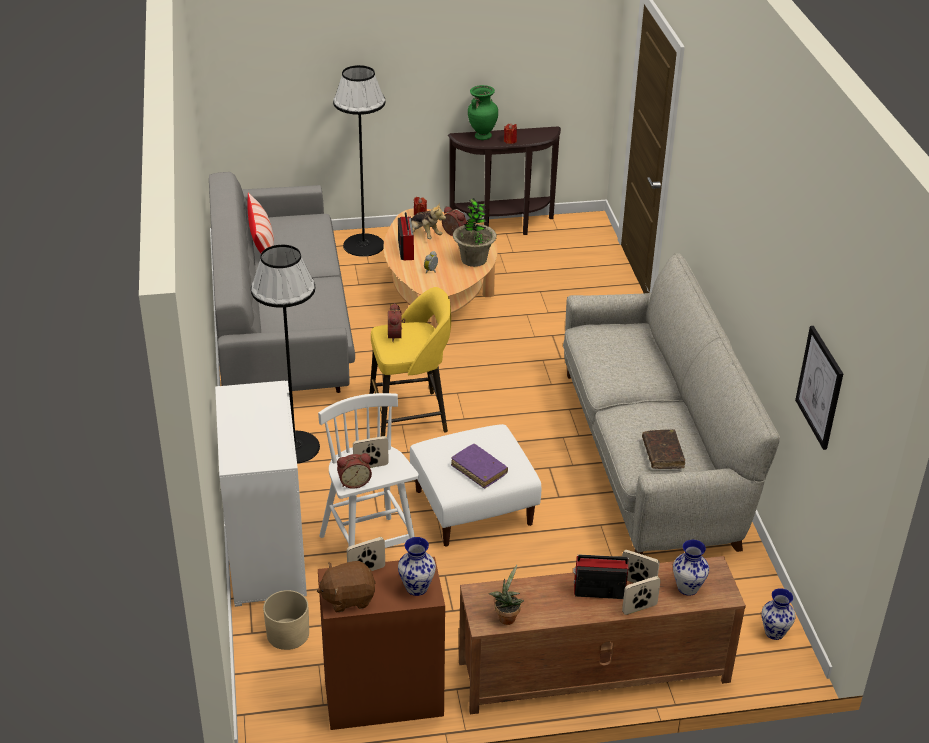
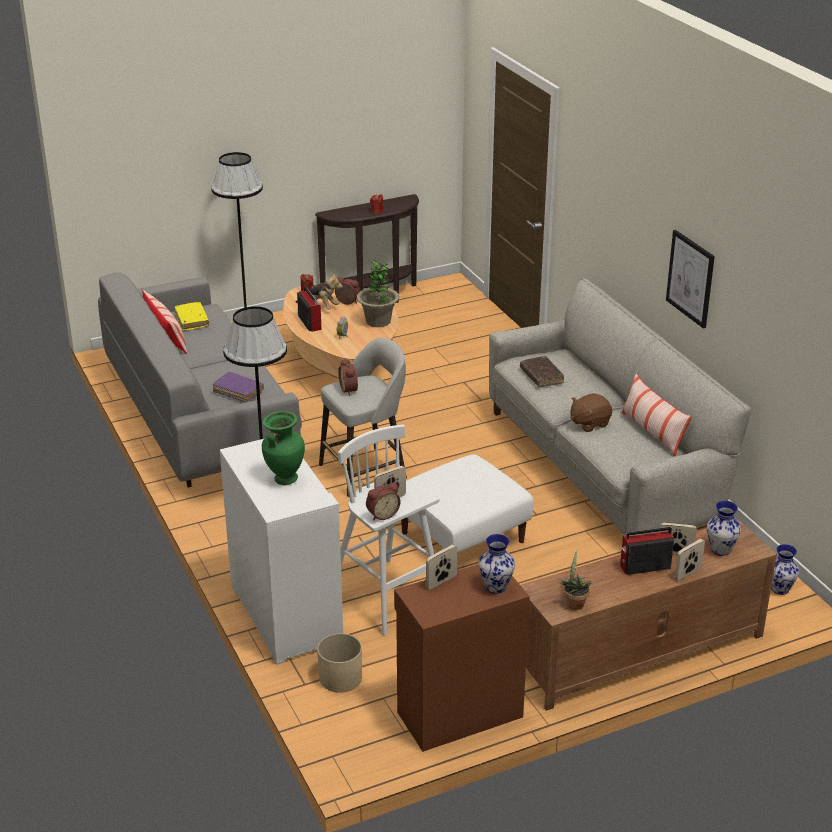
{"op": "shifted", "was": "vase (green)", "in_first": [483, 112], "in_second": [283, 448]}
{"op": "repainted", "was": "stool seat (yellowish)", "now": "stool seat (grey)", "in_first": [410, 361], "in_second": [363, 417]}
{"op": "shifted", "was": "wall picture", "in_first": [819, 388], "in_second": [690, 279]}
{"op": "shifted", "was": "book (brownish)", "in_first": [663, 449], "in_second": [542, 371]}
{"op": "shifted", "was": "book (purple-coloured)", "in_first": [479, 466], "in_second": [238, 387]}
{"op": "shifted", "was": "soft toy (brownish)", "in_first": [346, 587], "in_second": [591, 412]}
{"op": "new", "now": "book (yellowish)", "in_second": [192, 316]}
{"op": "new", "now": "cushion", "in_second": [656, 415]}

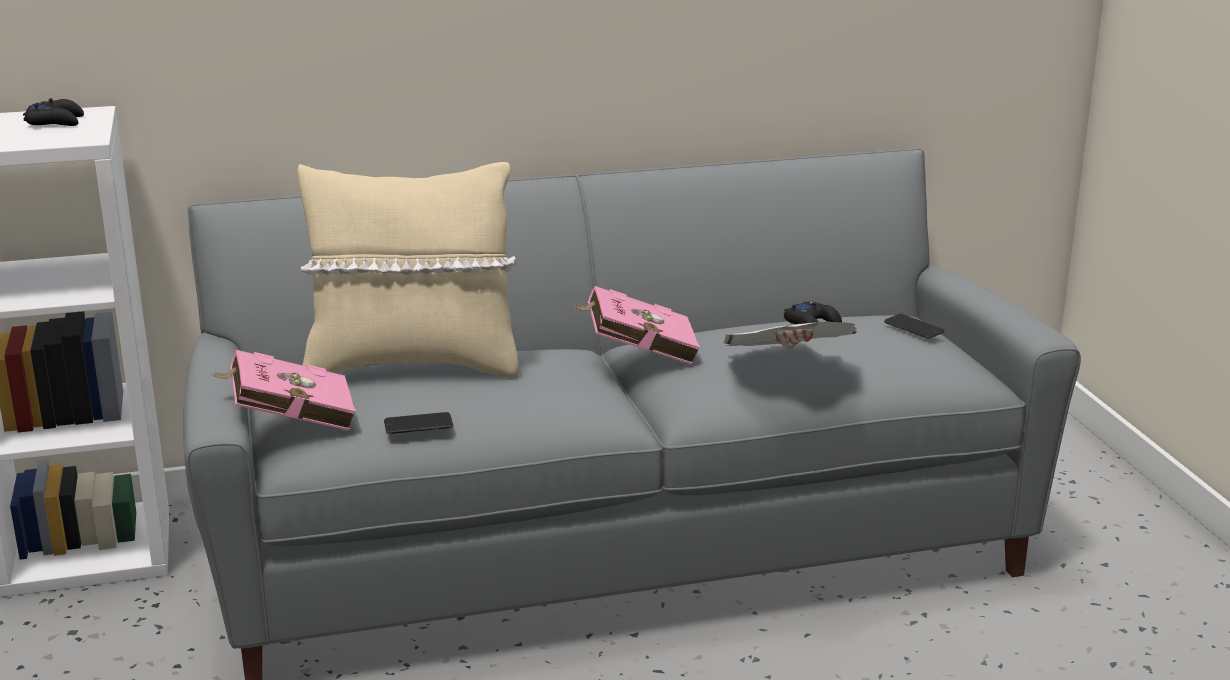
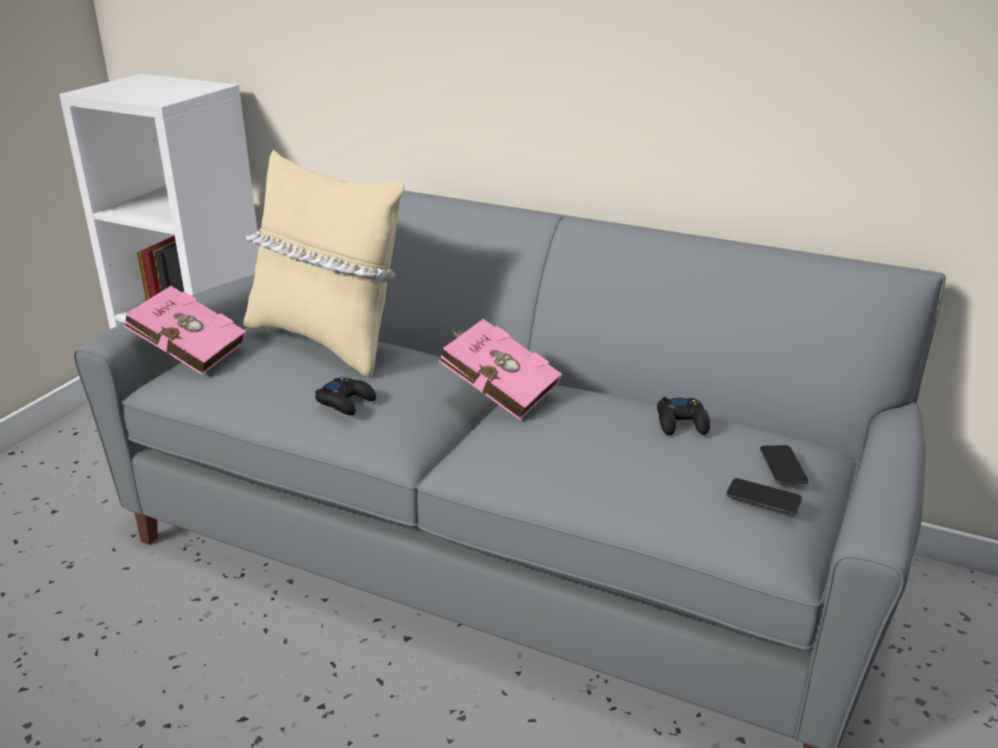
{"op": "shifted", "was": "game controller (black)", "in_first": [53, 112], "in_second": [345, 397]}
{"op": "gone", "was": "newspaper", "in_first": [790, 335]}
{"op": "shifted", "was": "phone", "in_first": [418, 423], "in_second": [764, 496]}

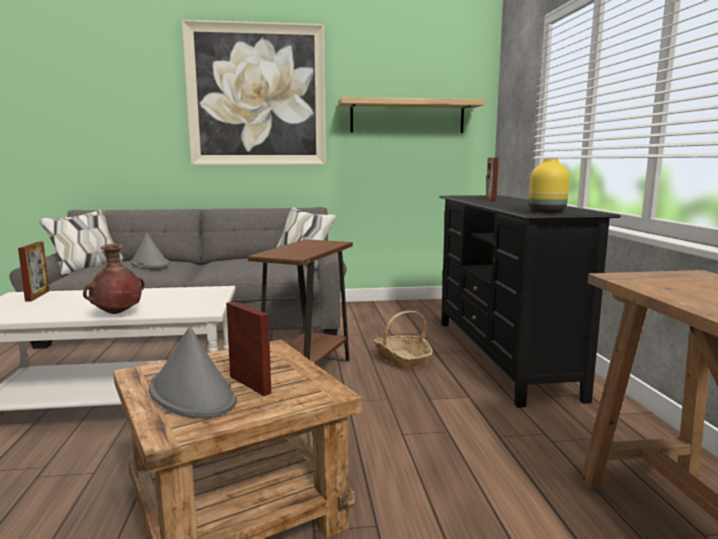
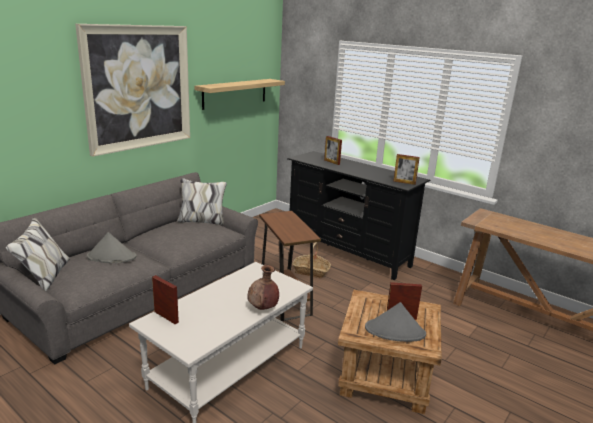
{"op": "swapped", "was": "vase (yellowish)", "now": "standing frame", "in_first": [549, 186], "in_second": [407, 169]}

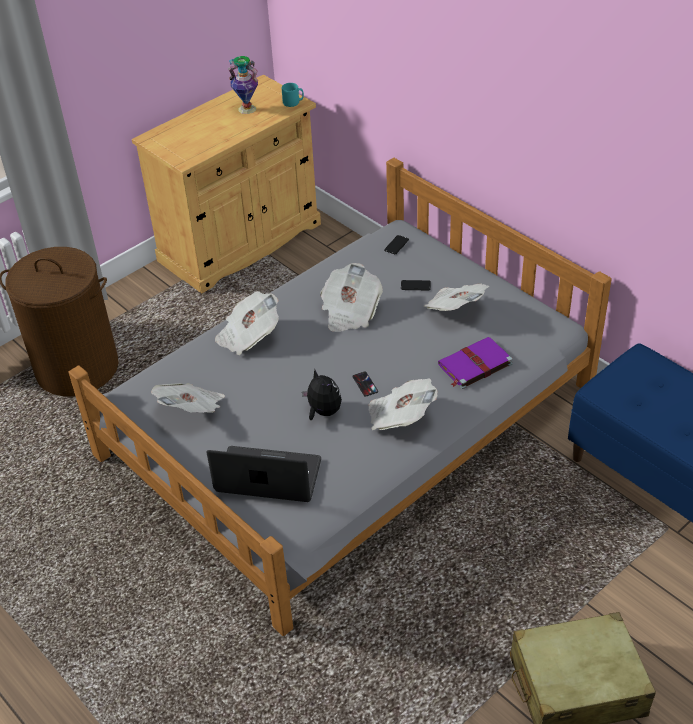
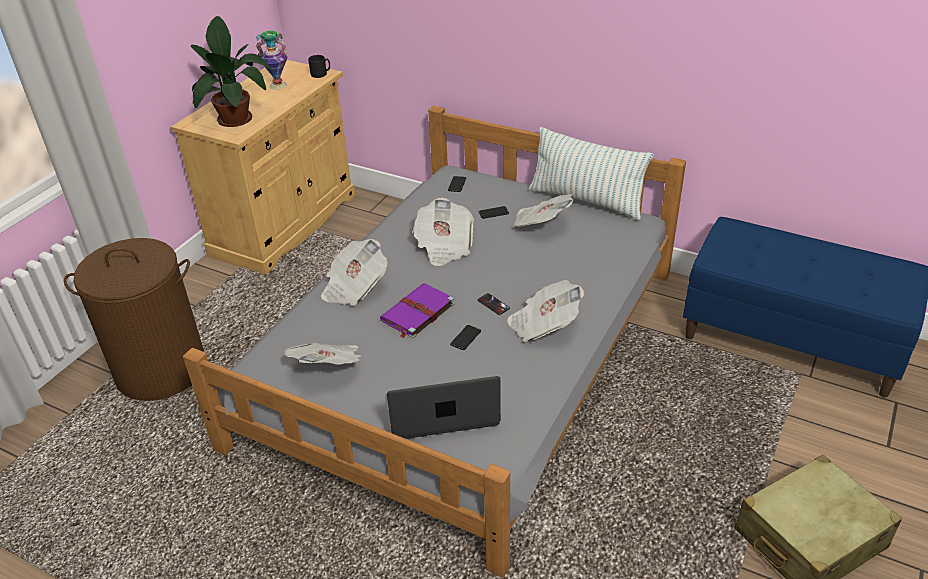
{"op": "repainted", "was": "mug (blue-green)", "now": "mug (black)", "in_first": [293, 95], "in_second": [319, 66]}
{"op": "shifted", "was": "book (purple-coloured)", "in_first": [475, 363], "in_second": [417, 310]}
{"op": "swapped", "was": "soft toy", "now": "phone", "in_first": [322, 395], "in_second": [465, 337]}
{"op": "new", "now": "potted plant", "in_second": [233, 71]}
{"op": "new", "now": "cushion", "in_second": [591, 173]}

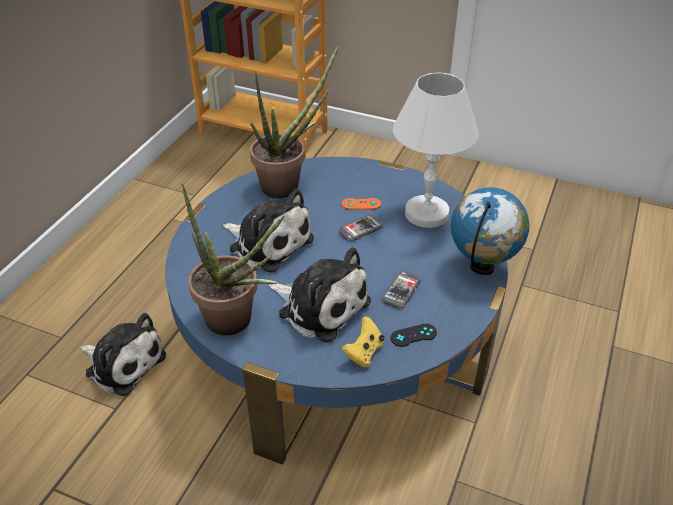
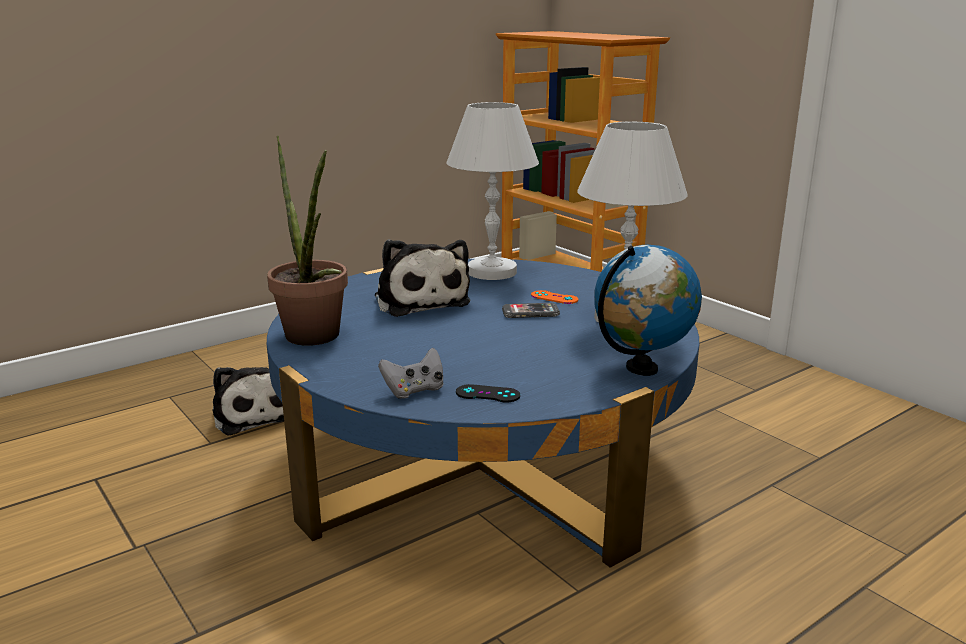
{"op": "swapped", "was": "potted plant", "now": "lamp for a table (white-coloured)", "in_first": [294, 122], "in_second": [492, 191]}
{"op": "gone", "was": "soft toy", "in_first": [320, 294]}
{"op": "gone", "was": "phone", "in_first": [401, 290]}
{"op": "repainted", "was": "game controller (yellowish)", "now": "game controller (grey)", "in_first": [363, 341], "in_second": [411, 373]}

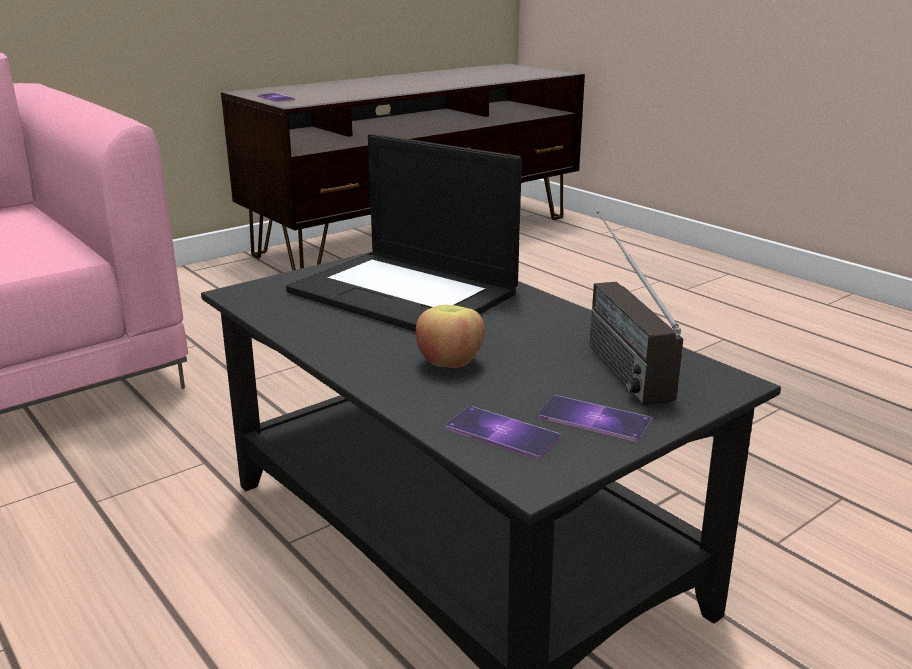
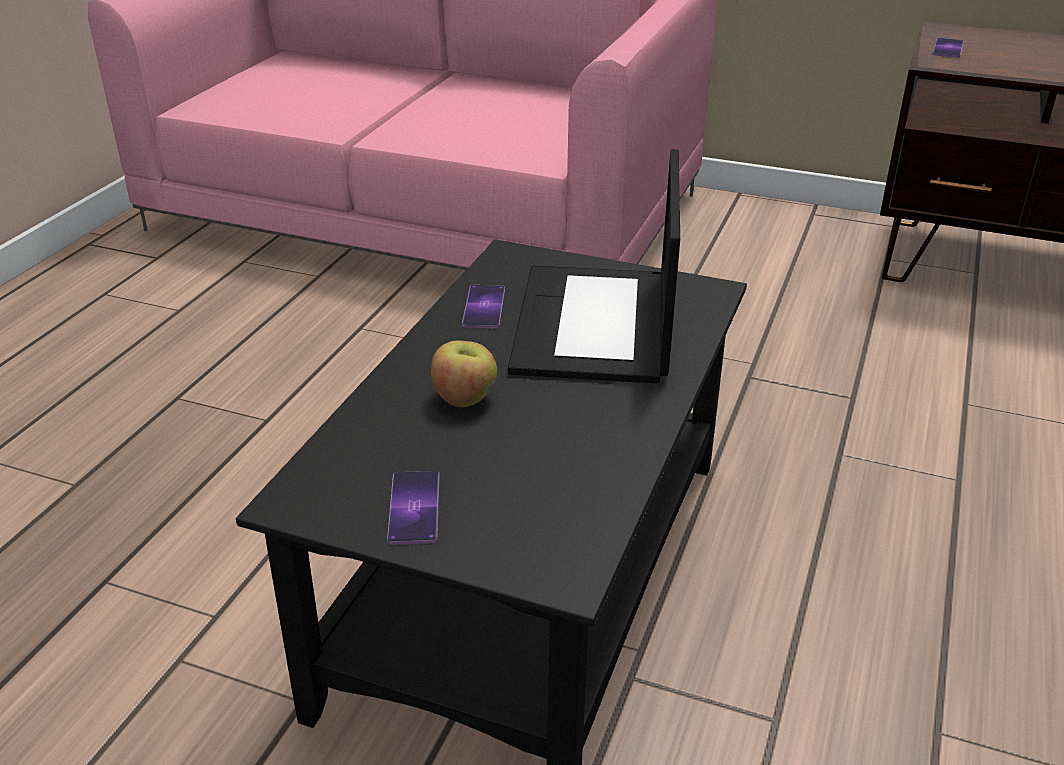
{"op": "gone", "was": "radio receiver", "in_first": [636, 307]}
{"op": "shifted", "was": "phone", "in_first": [503, 432], "in_second": [483, 306]}

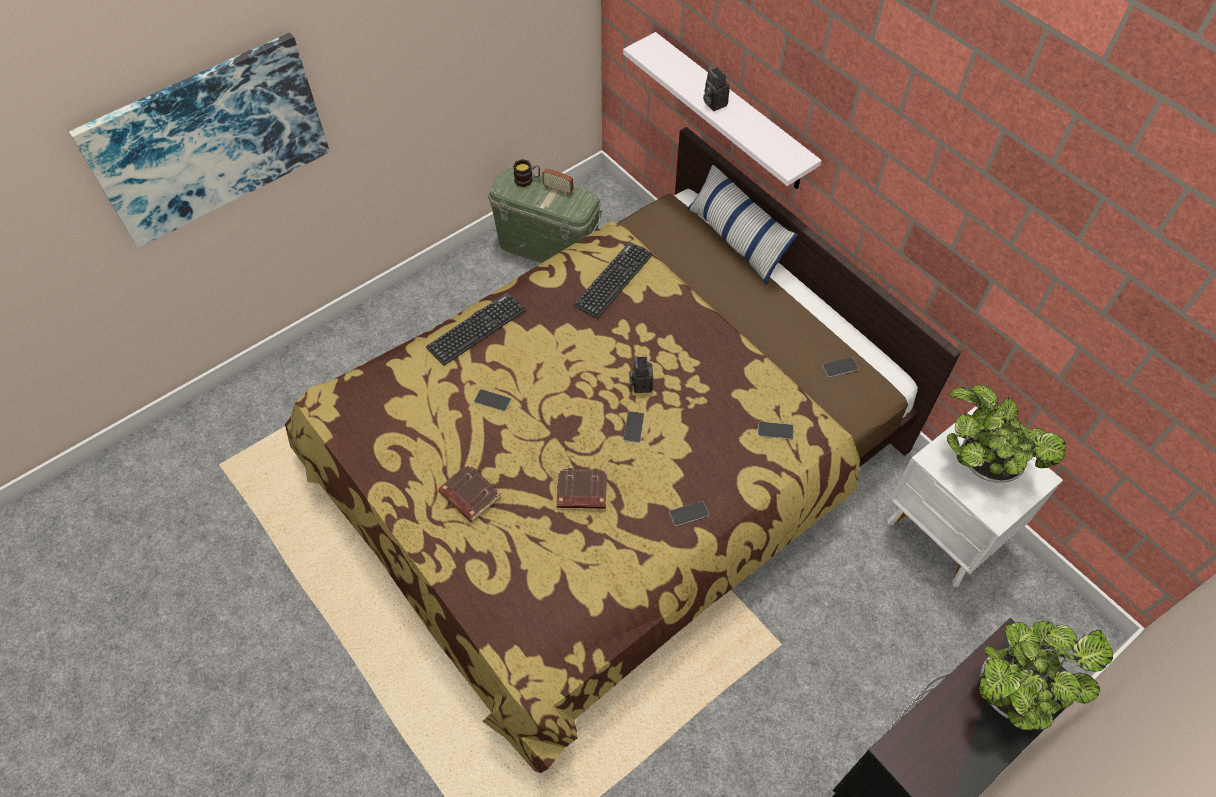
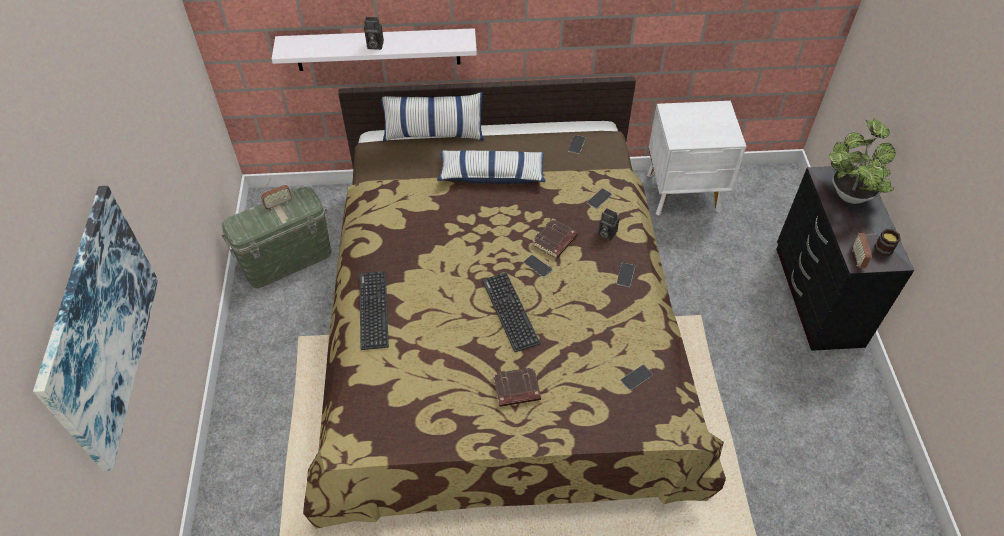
{"op": "shifted", "was": "mug", "in_first": [526, 173], "in_second": [887, 241]}
{"op": "shifted", "was": "PC keyboard", "in_first": [613, 280], "in_second": [511, 312]}
{"op": "shifted", "was": "photo camera", "in_first": [641, 374], "in_second": [608, 224]}
{"op": "gone", "was": "potted plant", "in_first": [1006, 434]}
{"op": "shifted", "was": "phone", "in_first": [492, 400], "in_second": [637, 377]}
{"op": "shifted", "was": "book (brownish)", "in_first": [582, 488], "in_second": [555, 238]}
{"op": "new", "now": "cushion", "in_second": [491, 167]}
{"op": "new", "now": "radio receiver", "in_second": [864, 250]}

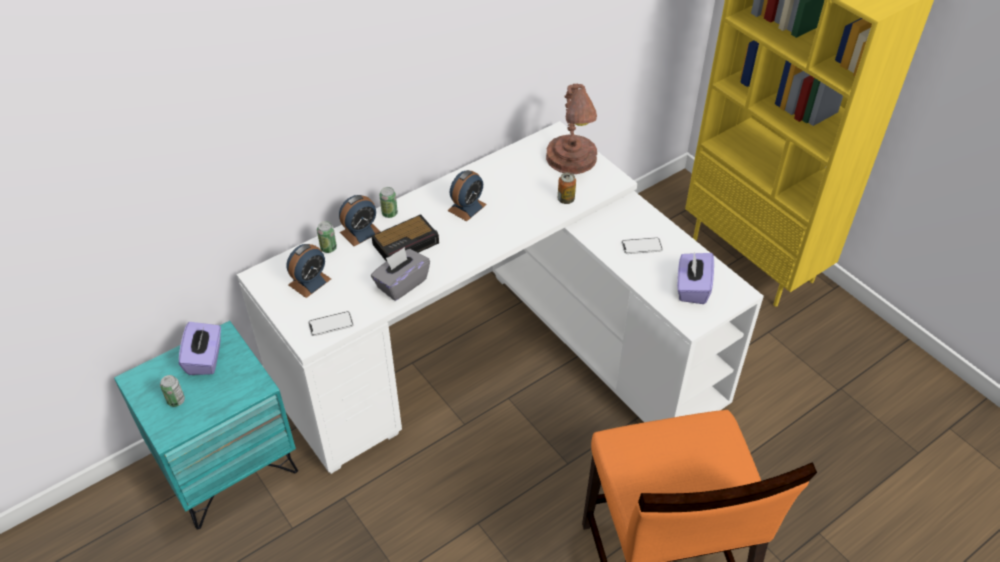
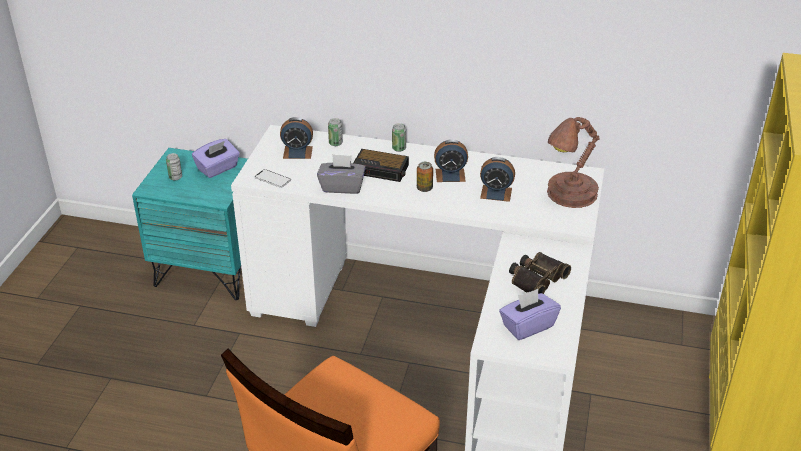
{"op": "shifted", "was": "can", "in_first": [567, 188], "in_second": [425, 177]}
{"op": "shifted", "was": "table clock", "in_first": [360, 220], "in_second": [497, 179]}
{"op": "swapped", "was": "phone", "now": "pair of binoculars", "in_first": [642, 245], "in_second": [540, 273]}

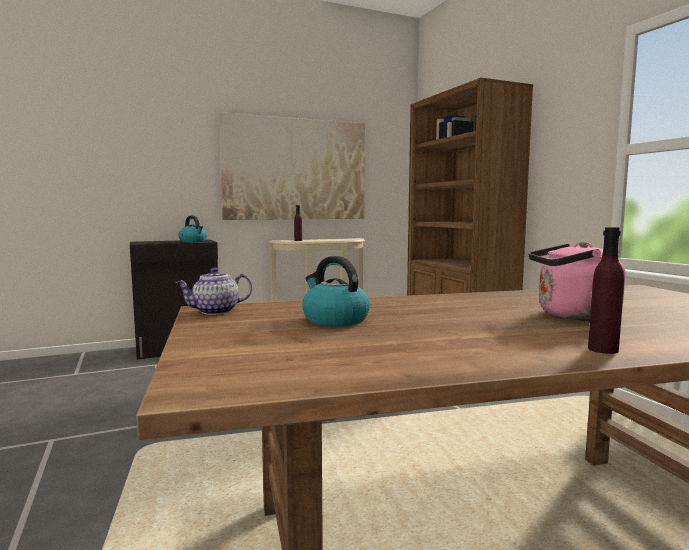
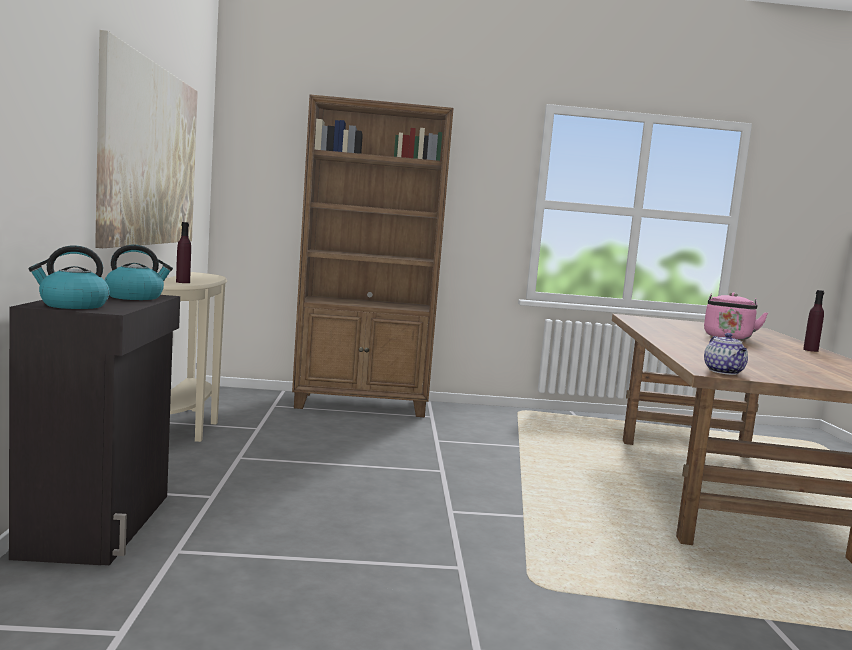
{"op": "shifted", "was": "tea kettle", "in_first": [336, 291], "in_second": [69, 277]}

